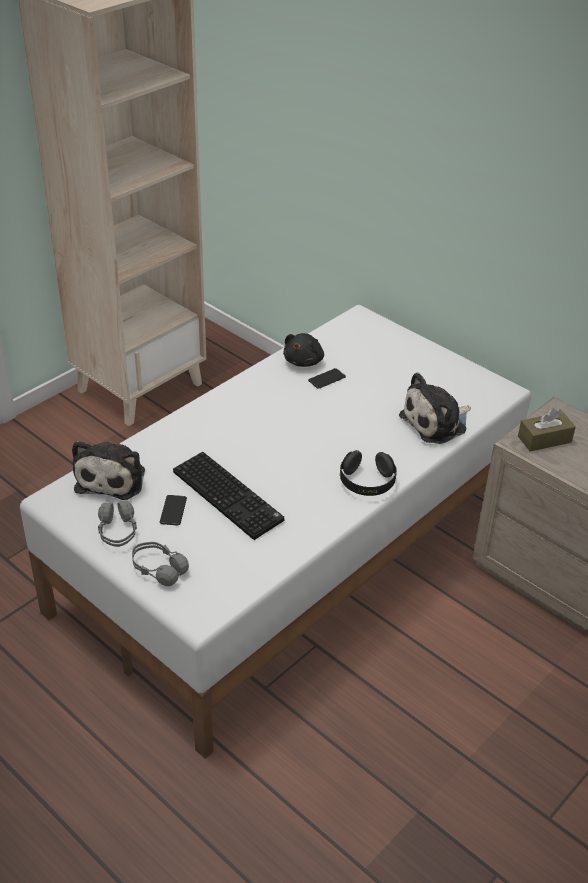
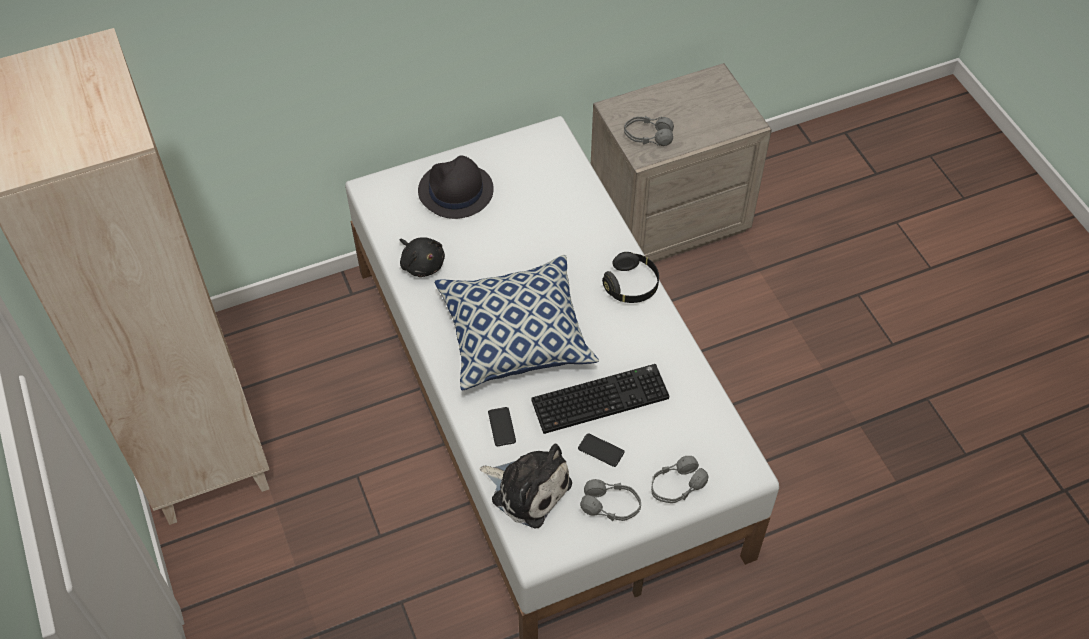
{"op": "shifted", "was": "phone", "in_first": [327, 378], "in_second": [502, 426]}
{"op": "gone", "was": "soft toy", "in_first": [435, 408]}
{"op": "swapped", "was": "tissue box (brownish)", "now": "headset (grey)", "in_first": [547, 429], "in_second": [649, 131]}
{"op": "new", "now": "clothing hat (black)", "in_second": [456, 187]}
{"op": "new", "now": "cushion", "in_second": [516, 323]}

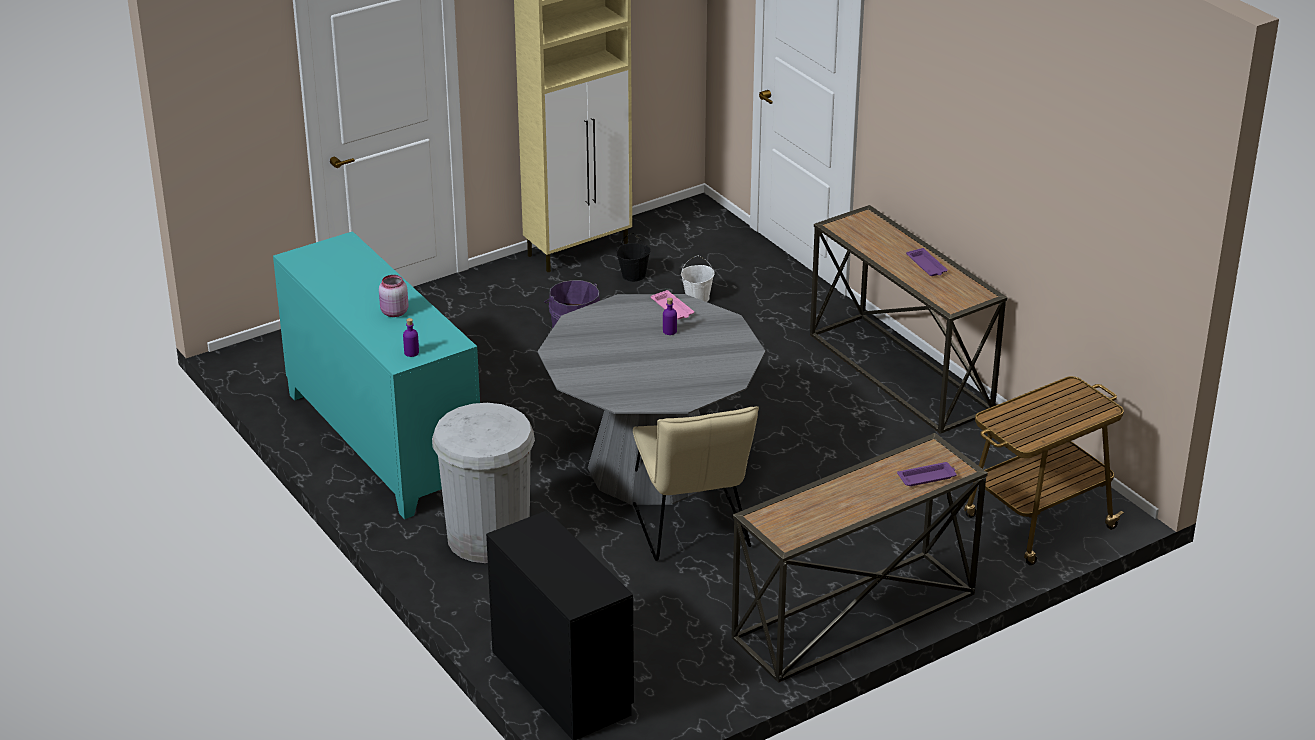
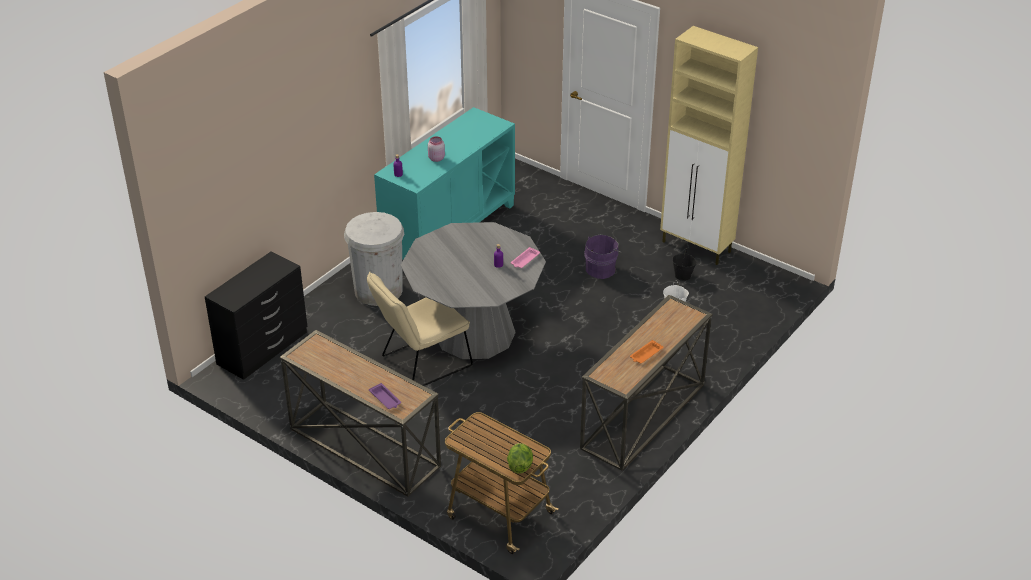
{"op": "repainted", "was": "serving tray (purple-coloured)", "now": "serving tray (orange)", "in_first": [927, 262], "in_second": [646, 352]}
{"op": "new", "now": "head of lettuce", "in_second": [520, 458]}

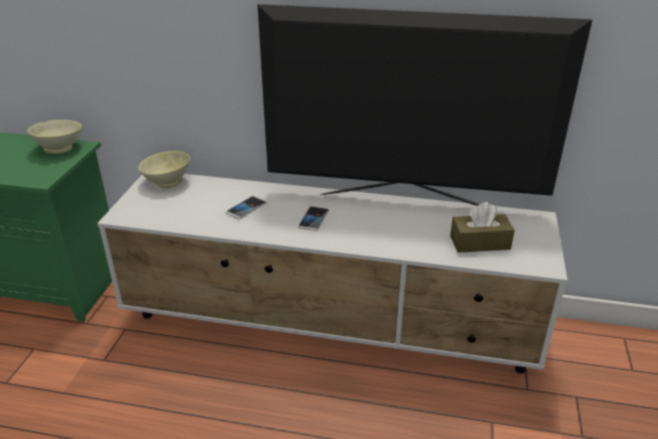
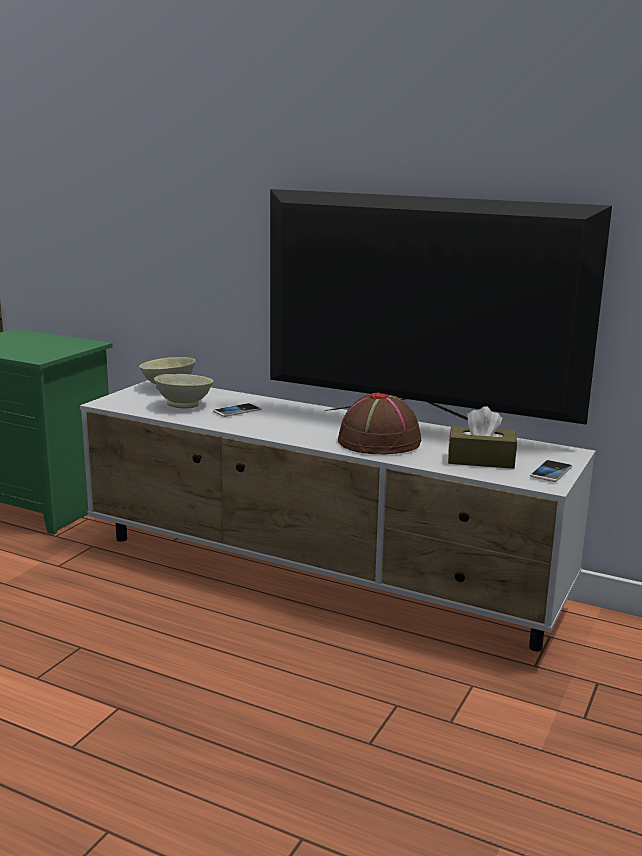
{"op": "shifted", "was": "deep dish (beige)", "in_first": [54, 137], "in_second": [184, 391]}
{"op": "shifted", "was": "phone", "in_first": [313, 218], "in_second": [551, 471]}
{"op": "new", "now": "clothing hat (brownish)", "in_second": [379, 423]}

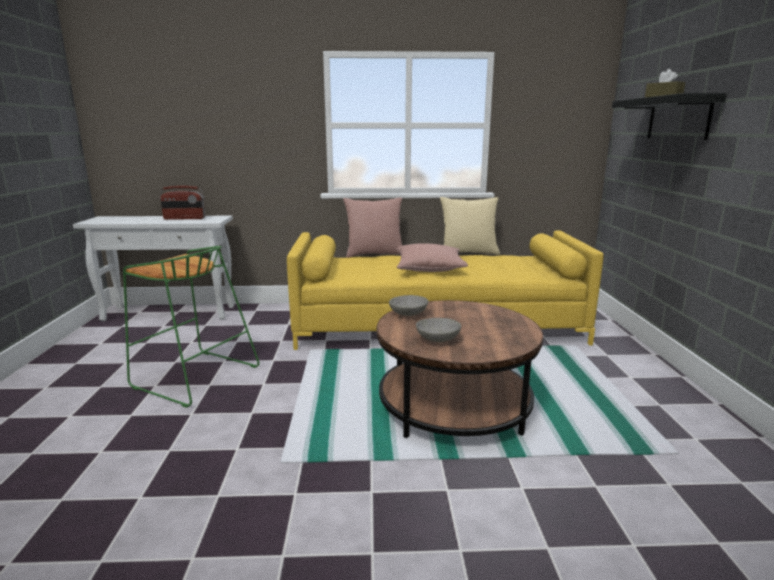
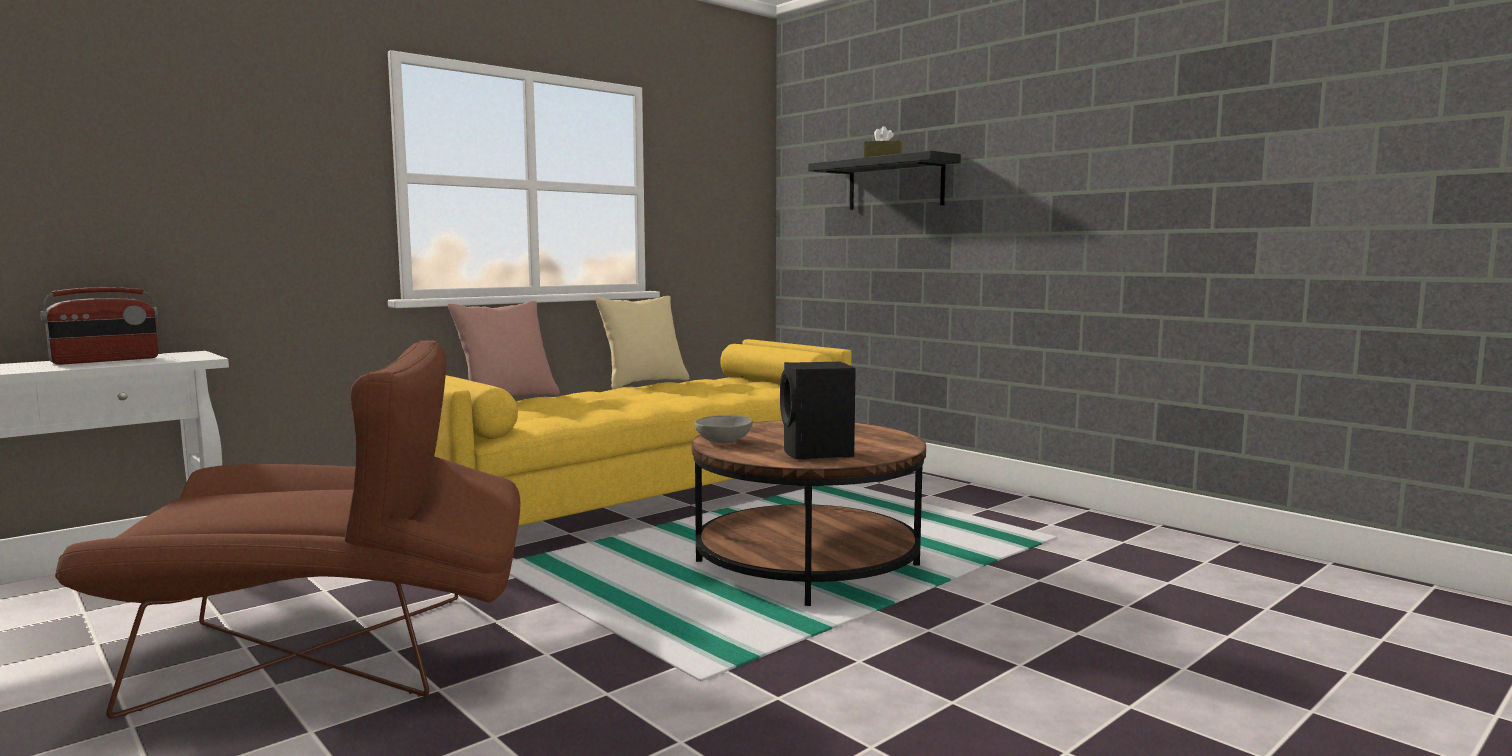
{"op": "gone", "was": "cushion (pinkish)", "in_first": [432, 257]}
{"op": "swapped", "was": "stool seat (green)", "now": "easy chair (brownish)", "in_first": [191, 327], "in_second": [287, 530]}
{"op": "swapped", "was": "deep dish (grey)", "now": "loudspeaker (black)", "in_first": [438, 330], "in_second": [818, 410]}

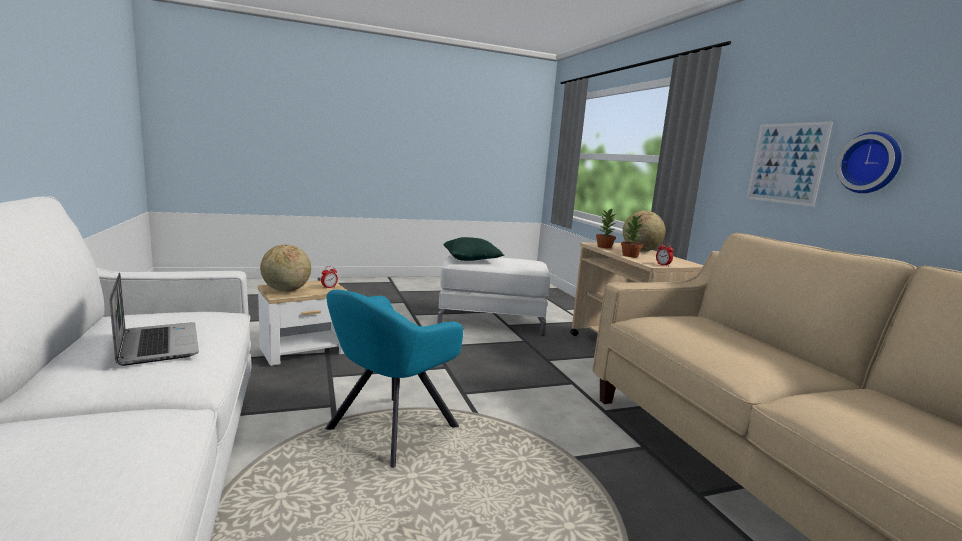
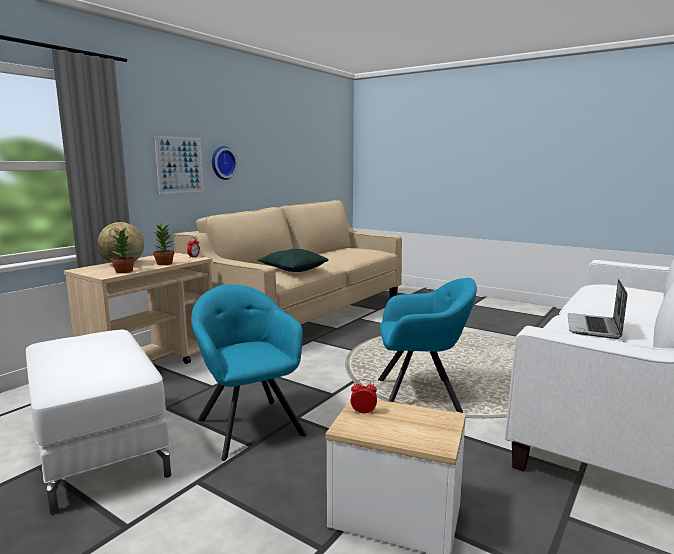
{"op": "shifted", "was": "cushion (green)", "in_first": [473, 249], "in_second": [293, 260]}
{"op": "gone", "was": "desk globe", "in_first": [285, 268]}
{"op": "new", "now": "easy chair (blue-green)", "in_second": [249, 373]}

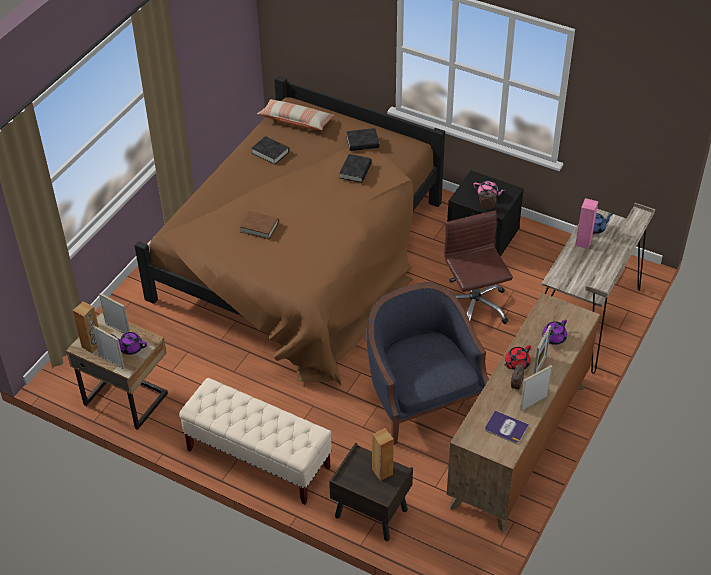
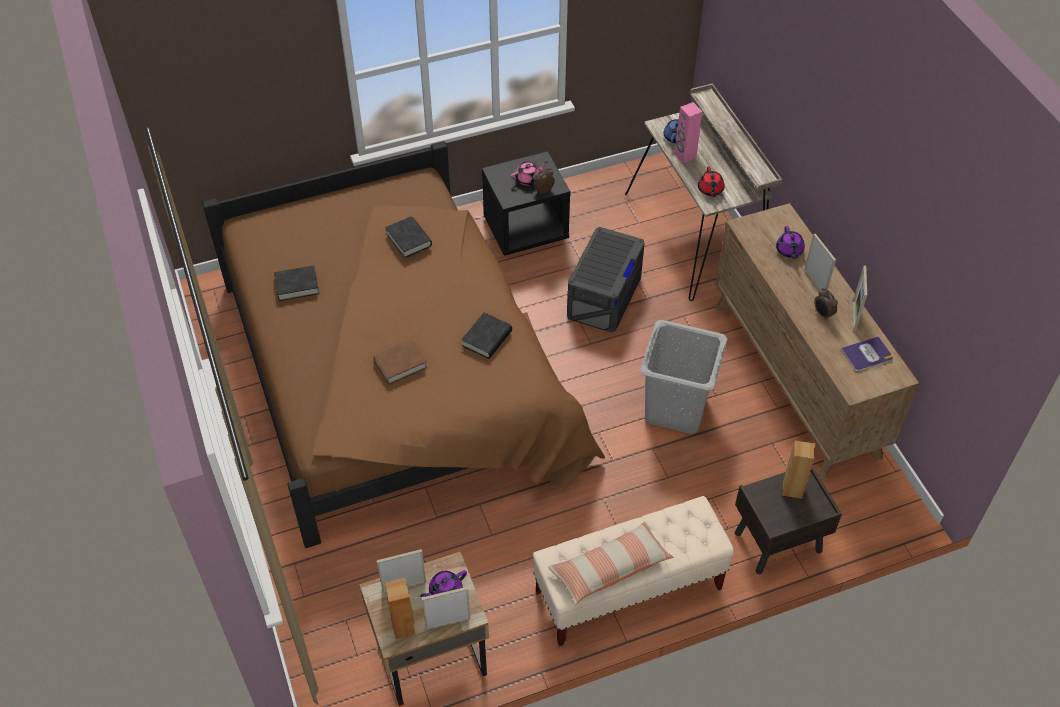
{"op": "shifted", "was": "cushion", "in_first": [296, 114], "in_second": [610, 563]}
{"op": "shifted", "was": "book (black)", "in_first": [362, 139], "in_second": [486, 335]}
{"op": "swapped", "was": "office chair (brownish)", "now": "storage bin (grey)", "in_first": [478, 267], "in_second": [606, 280]}
{"op": "swapped", "was": "easy chair (blue-coloured)", "now": "washing basket (grey)", "in_first": [427, 364], "in_second": [684, 377]}
{"op": "shifted", "was": "pot for tea (red-coloured)", "in_first": [518, 357], "in_second": [711, 182]}

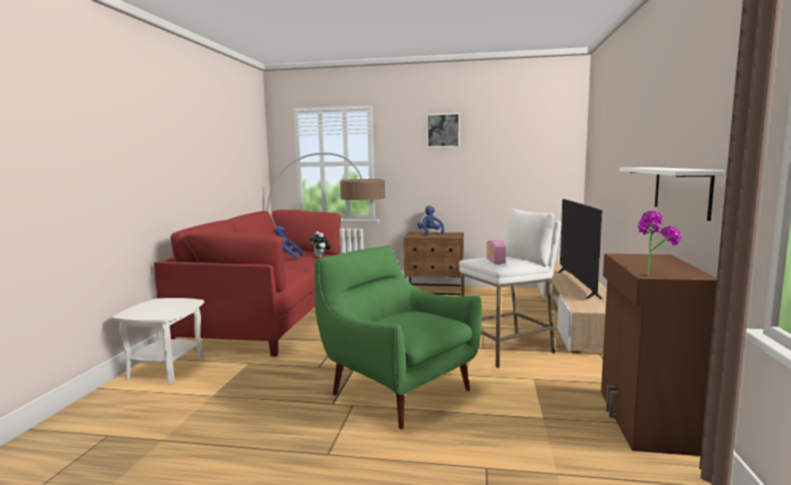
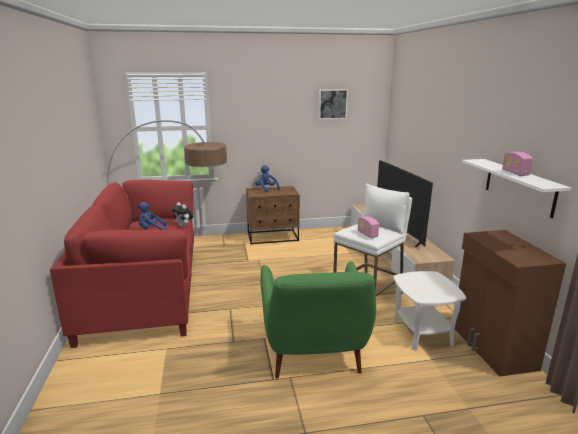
{"op": "shifted", "was": "wall picture", "in_first": [443, 130], "in_second": [333, 104]}
{"op": "gone", "was": "potted plant", "in_first": [660, 242]}
{"op": "rotated", "was": "easy chair (green)", "in_first": [398, 337], "in_second": [318, 320], "clockwise": -120}
{"op": "shifted", "was": "side table (white-coloured)", "in_first": [158, 340], "in_second": [429, 311]}
{"op": "new", "now": "radio receiver", "in_second": [517, 164]}

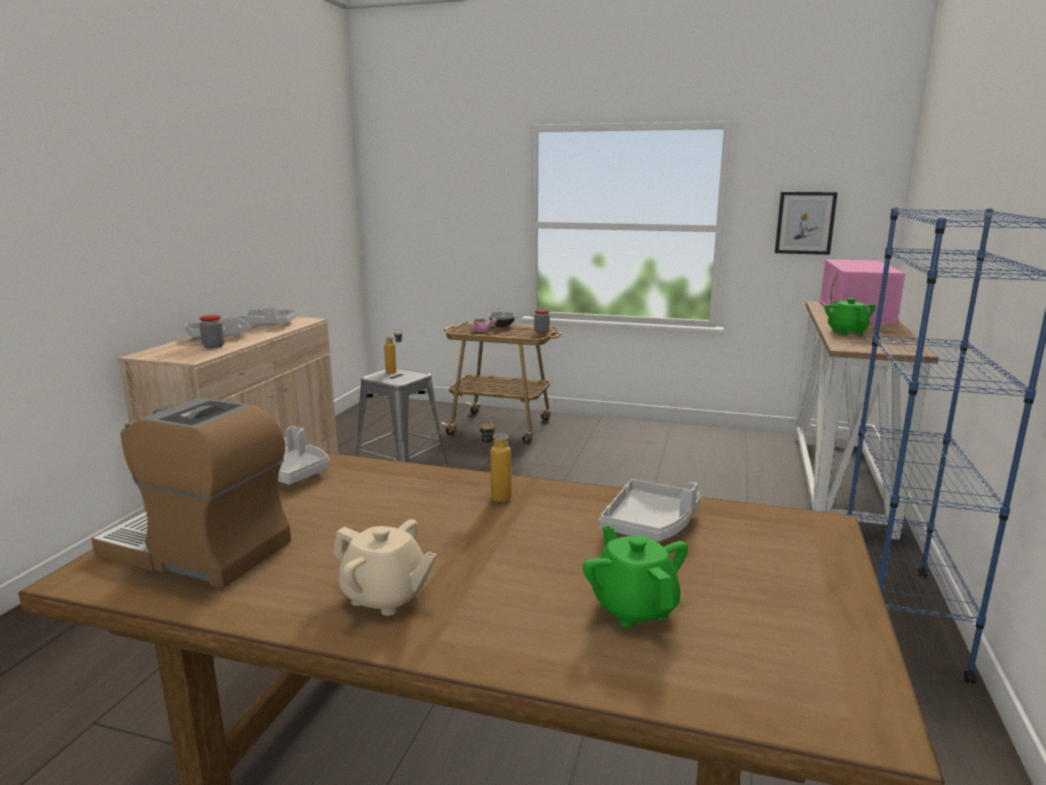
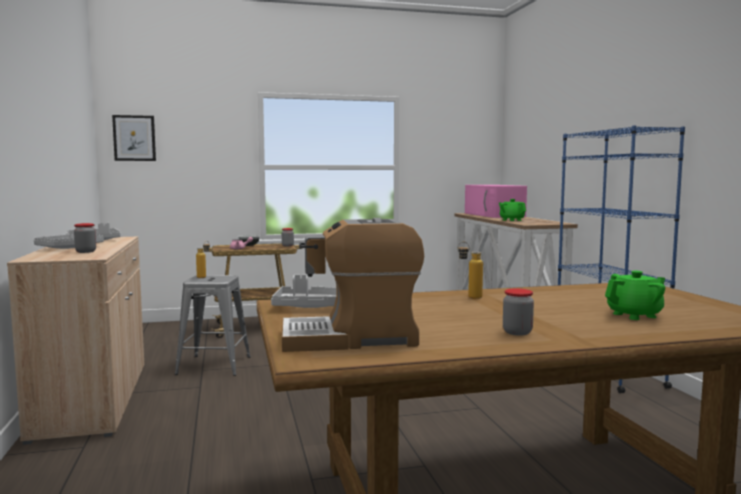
{"op": "shifted", "was": "wall picture", "in_first": [806, 223], "in_second": [134, 138]}
{"op": "gone", "was": "serving tray (grey)", "in_first": [650, 510]}
{"op": "swapped", "was": "pot for tea (beige)", "now": "jar", "in_first": [385, 567], "in_second": [518, 312]}
{"op": "rotated", "was": "pot for tea (green)", "in_first": [635, 576], "in_second": [635, 295], "clockwise": 120}

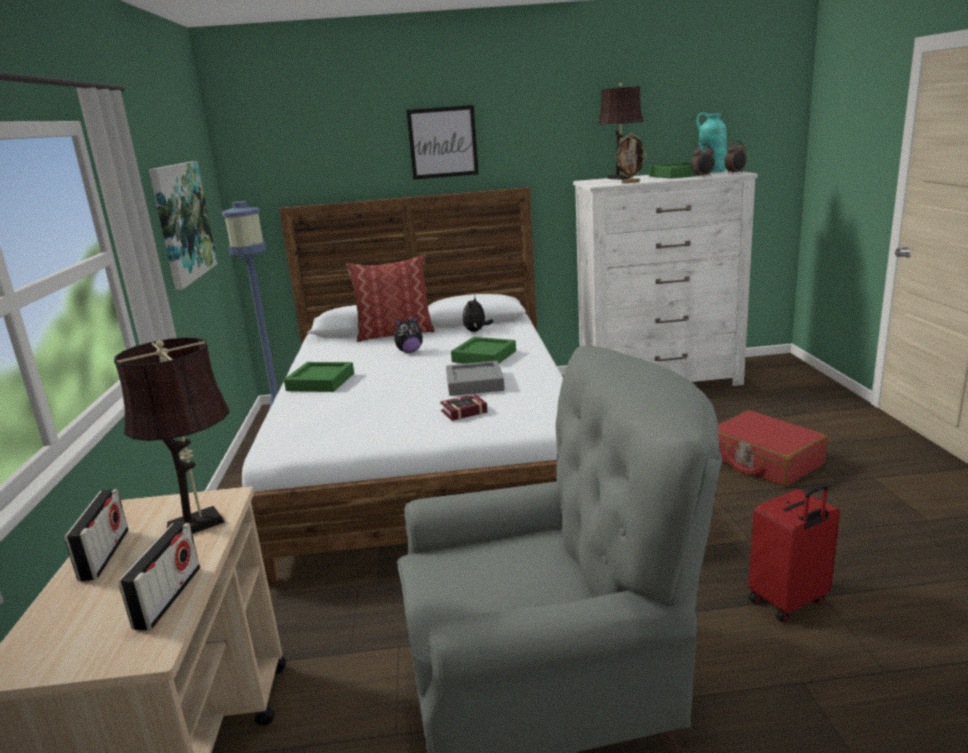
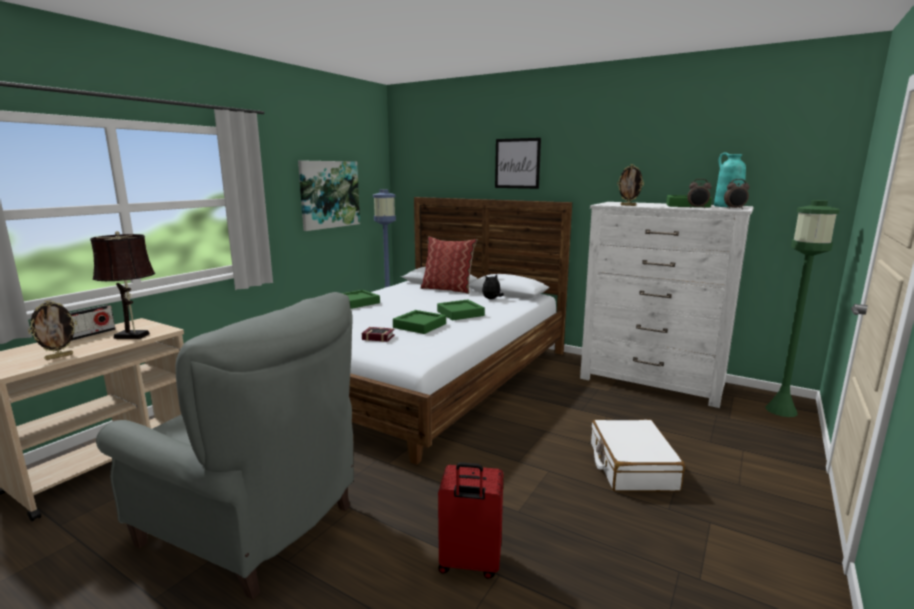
{"op": "gone", "was": "lamp for a table (brownish)", "in_first": [621, 131]}
{"op": "gone", "was": "soft toy", "in_first": [408, 334]}
{"op": "repainted", "was": "serving tray (grey)", "now": "serving tray (green)", "in_first": [475, 378], "in_second": [419, 322]}
{"op": "repainted", "was": "travel case (red-coloured)", "now": "travel case (white-coloured)", "in_first": [773, 448], "in_second": [638, 455]}
{"op": "swapped", "was": "radio receiver", "now": "standing frame", "in_first": [159, 576], "in_second": [52, 330]}
{"op": "new", "now": "standard lamp (green)", "in_second": [802, 308]}

